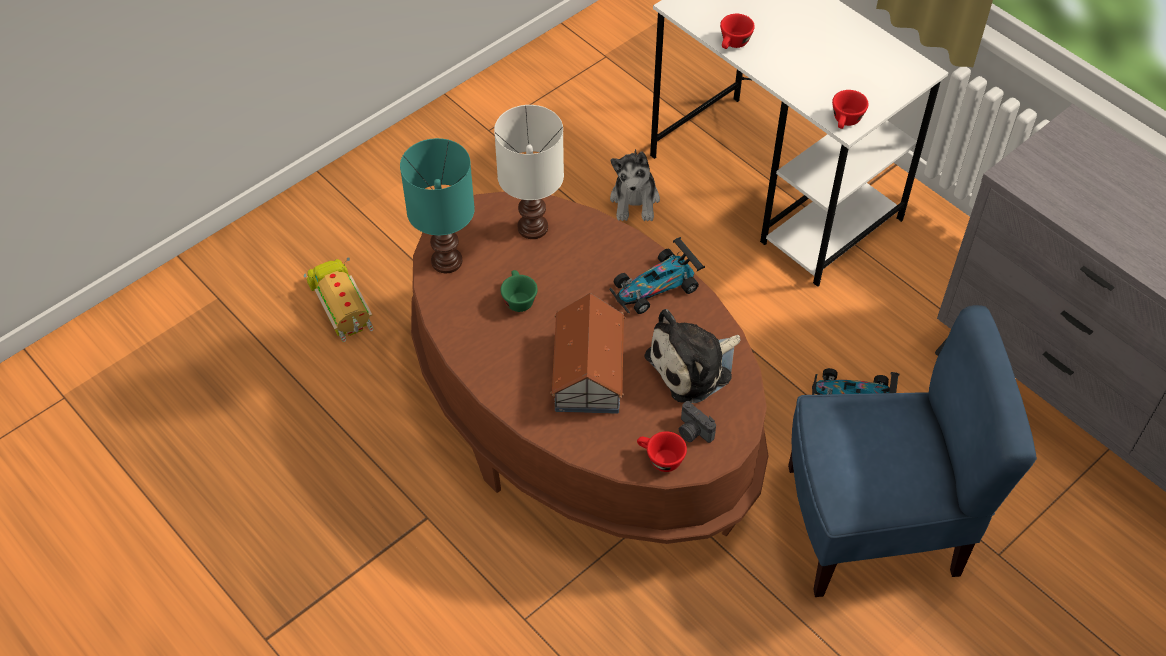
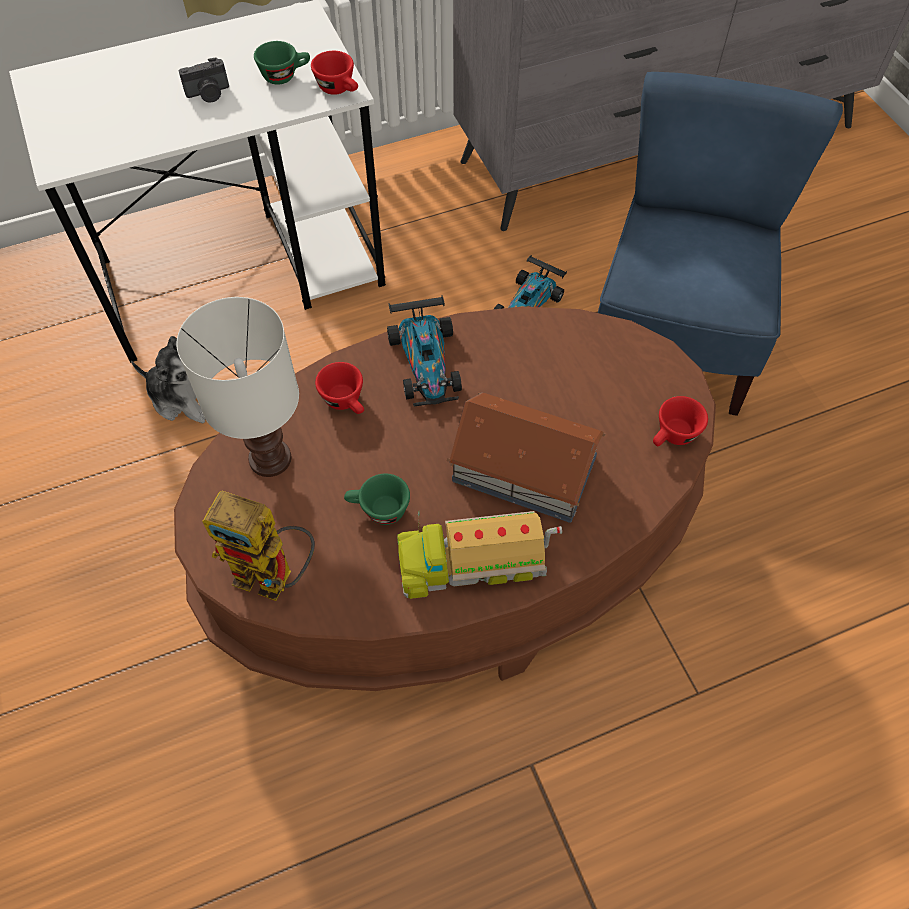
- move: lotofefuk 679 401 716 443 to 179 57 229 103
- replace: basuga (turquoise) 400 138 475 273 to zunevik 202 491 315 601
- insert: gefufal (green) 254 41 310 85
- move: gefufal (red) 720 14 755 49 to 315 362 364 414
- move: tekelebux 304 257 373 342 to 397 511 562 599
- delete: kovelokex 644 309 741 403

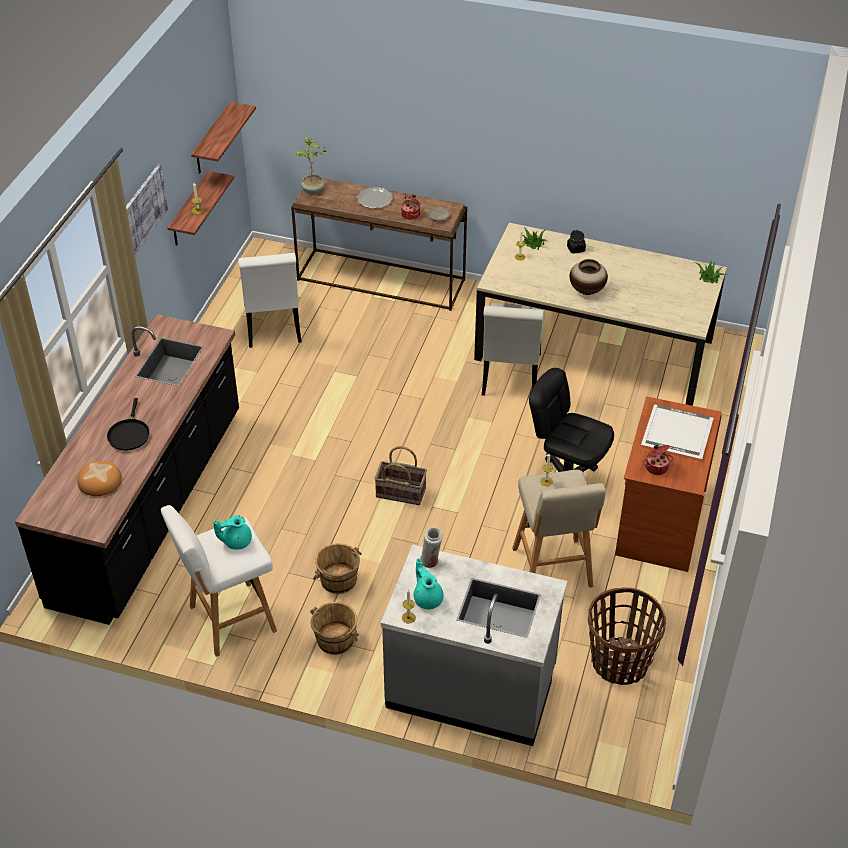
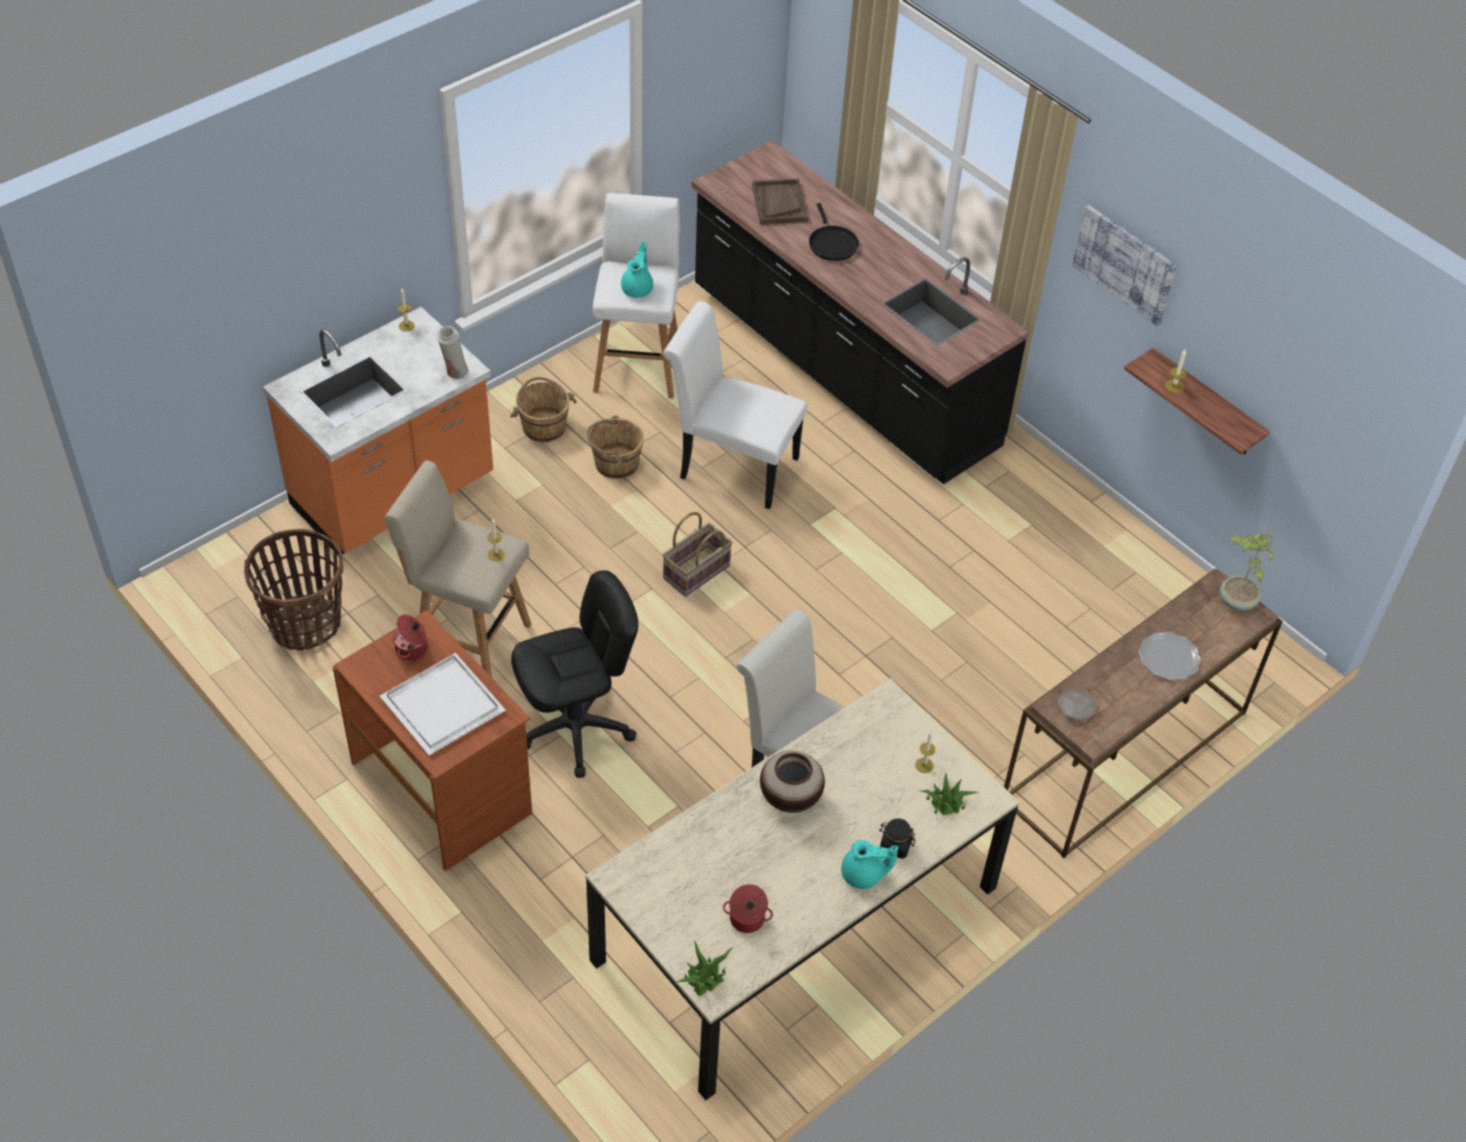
- recolor: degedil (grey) 381 545 567 746 to degedil (orange) 263 307 493 555
- move: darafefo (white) 238 253 302 348 to 663 301 808 509
- move: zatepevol 401 194 421 220 to 723 884 773 933
- replace: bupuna 77 461 122 496 to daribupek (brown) 752 179 808 225
- rotate: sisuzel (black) 107 398 150 451 = 809 203 859 261 135 degrees counterclockwise
- move: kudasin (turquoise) 414 558 444 609 to 841 840 898 889
- delete: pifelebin 191 102 256 174

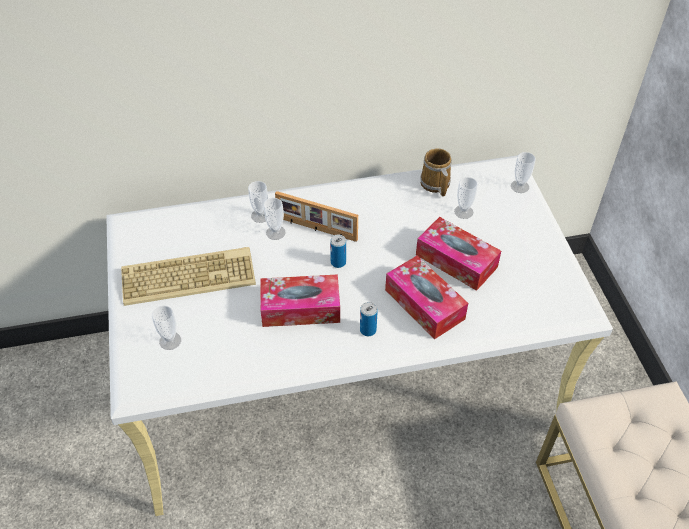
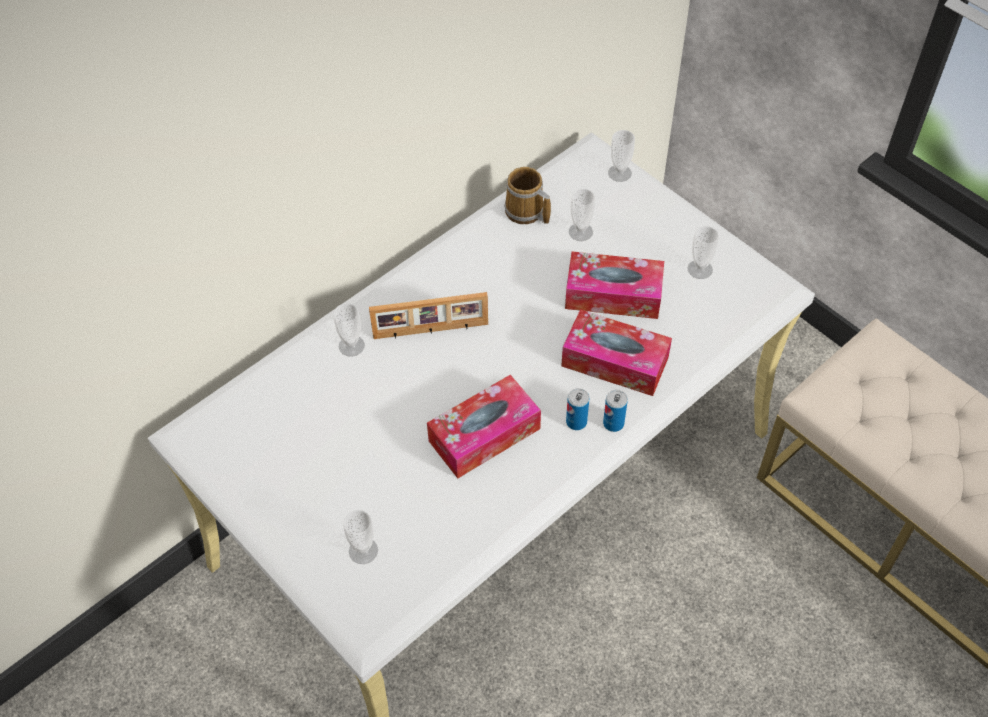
- move: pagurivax 330 234 346 268 to 603 390 628 432
- move: gefufal 264 198 286 240 to 688 226 719 279
- delete: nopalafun 121 247 256 306

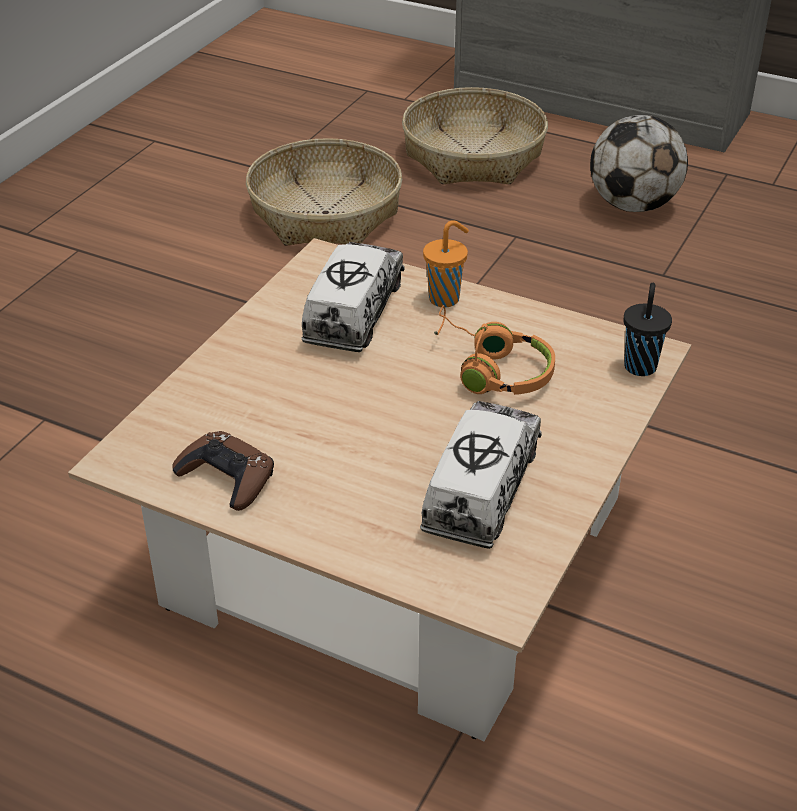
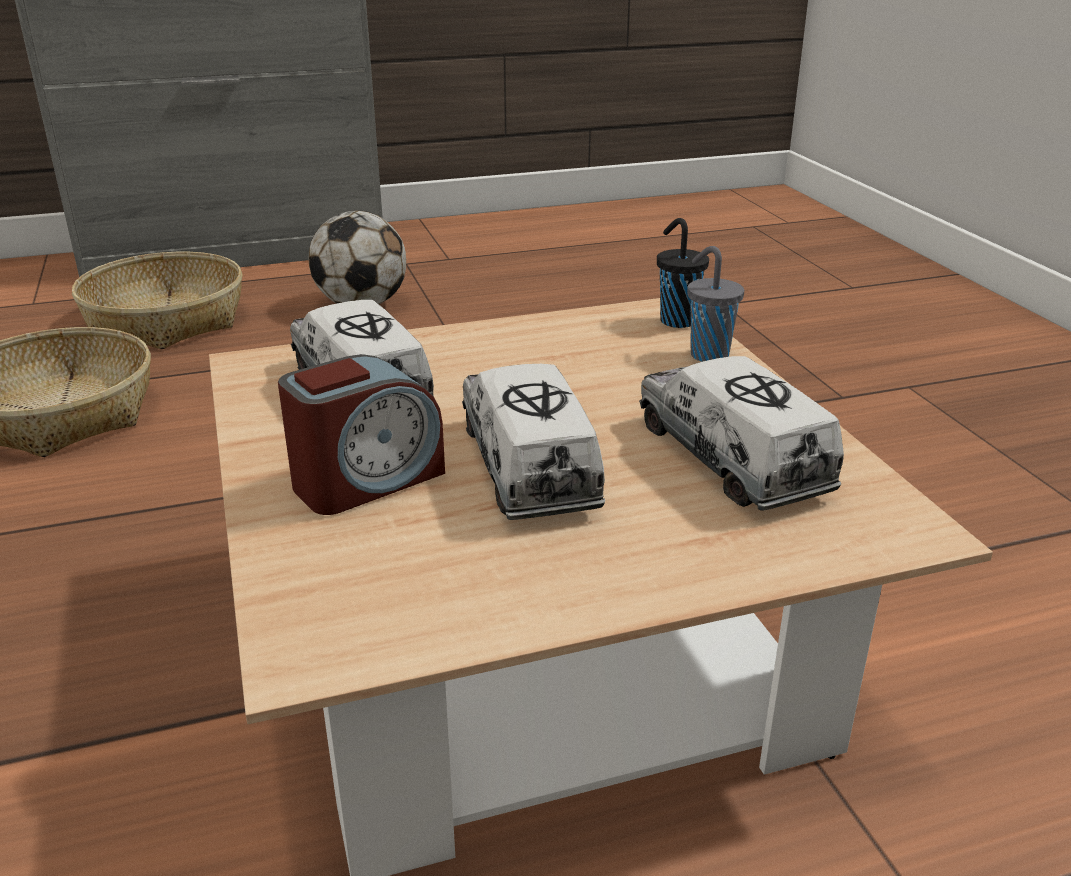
- insert: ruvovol 278 354 445 515
- insert: tekelebux 462 364 605 520
- insert: gefufal (grey) 687 246 744 362
- delete: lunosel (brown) 173 431 274 511
- delete: gefufal (orange) 423 220 469 307
- delete: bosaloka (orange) 434 305 555 395

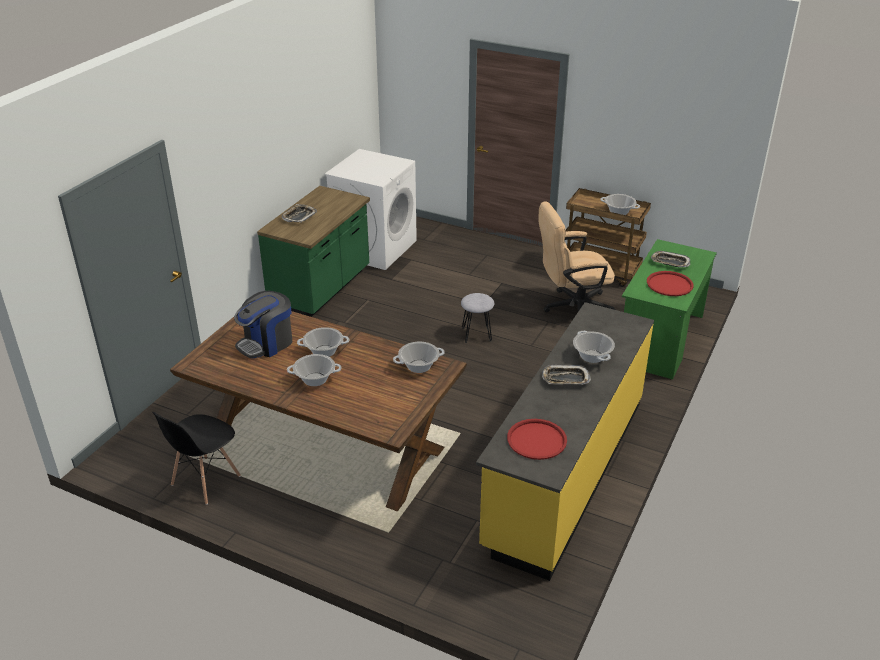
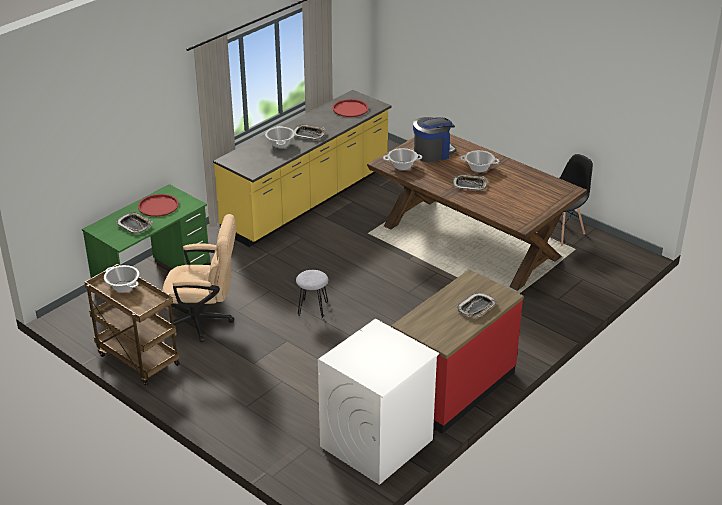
- recolor: degedil (green) 257 186 370 317 to degedil (red) 391 270 524 434
- move: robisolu 234 291 292 358 to 413 117 456 162
- replace: zatepevol 297 327 349 357 to daribupek 452 175 488 191

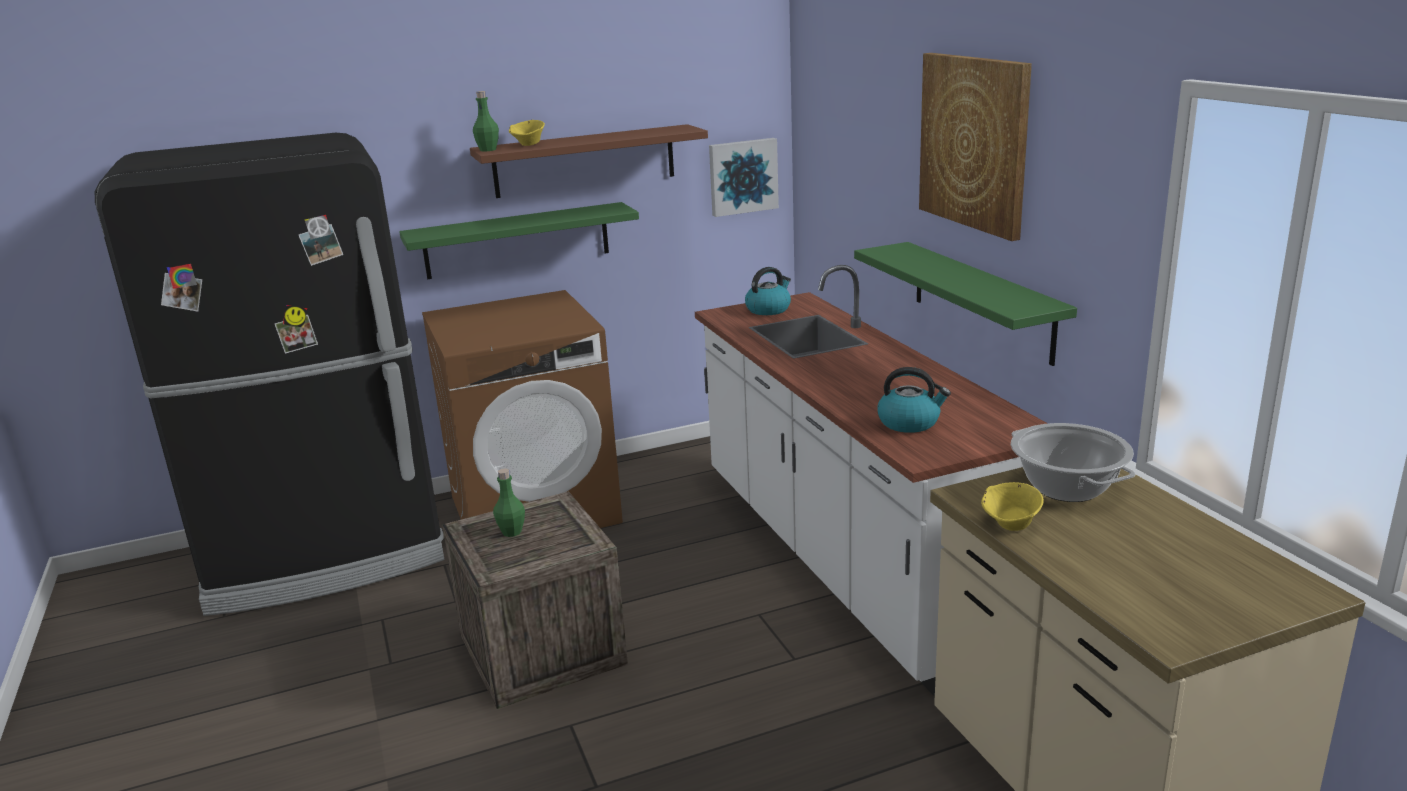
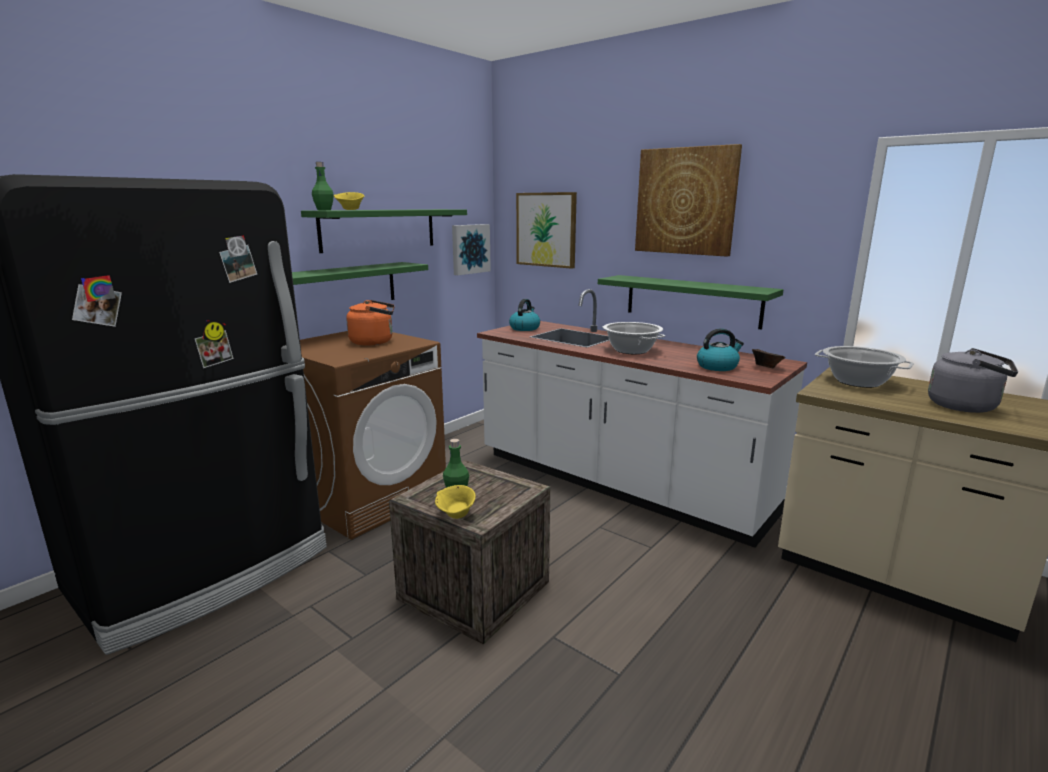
- recolor: pifelebin (brown) 470 124 708 198 to pifelebin (green) 301 209 467 253
- insert: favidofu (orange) 346 300 395 346
- move: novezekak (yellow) 981 482 1044 531 to 435 485 476 519
- insert: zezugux 516 192 577 269
- insert: zatepevol 602 322 665 354
- insert: novezekak (brown) 752 349 786 368
- insert: favidofu (grey) 928 348 1018 413

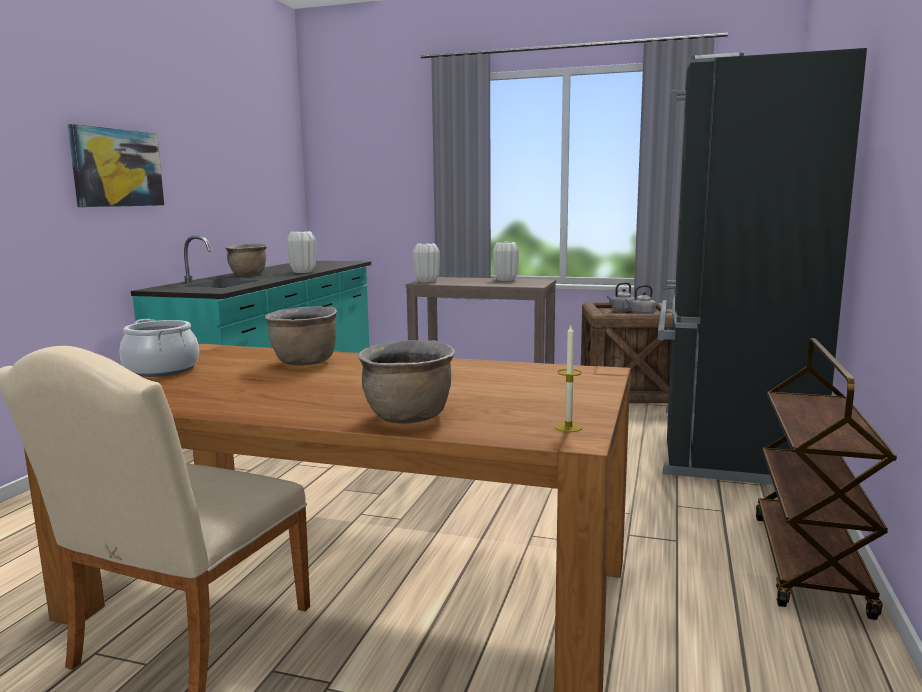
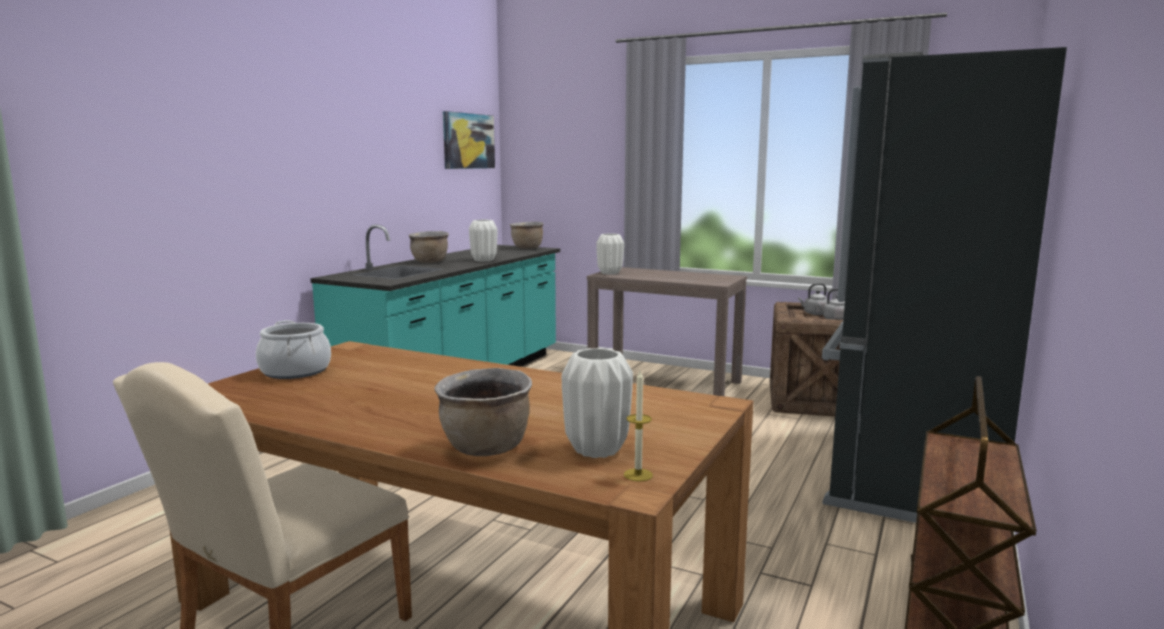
- move: zezugux 67 124 164 207 to 443 111 495 169
- move: zatepevol (brown) 265 306 337 366 to 510 222 544 249
- move: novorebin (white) 493 242 519 281 to 562 348 633 458

